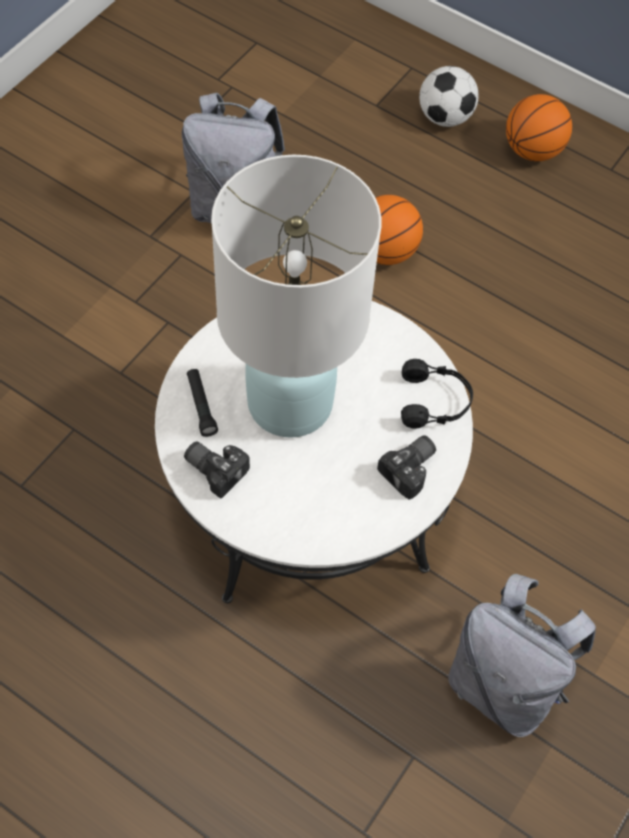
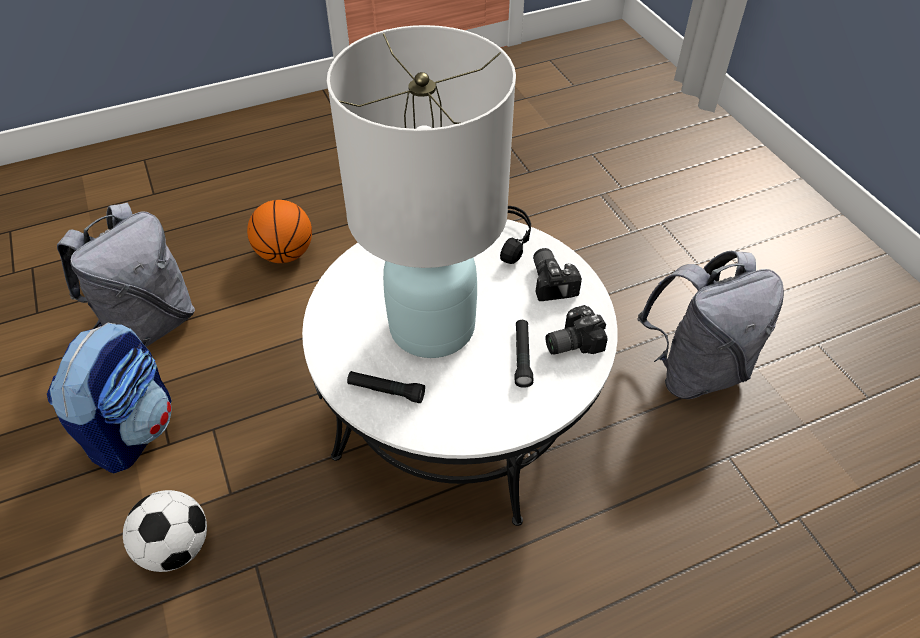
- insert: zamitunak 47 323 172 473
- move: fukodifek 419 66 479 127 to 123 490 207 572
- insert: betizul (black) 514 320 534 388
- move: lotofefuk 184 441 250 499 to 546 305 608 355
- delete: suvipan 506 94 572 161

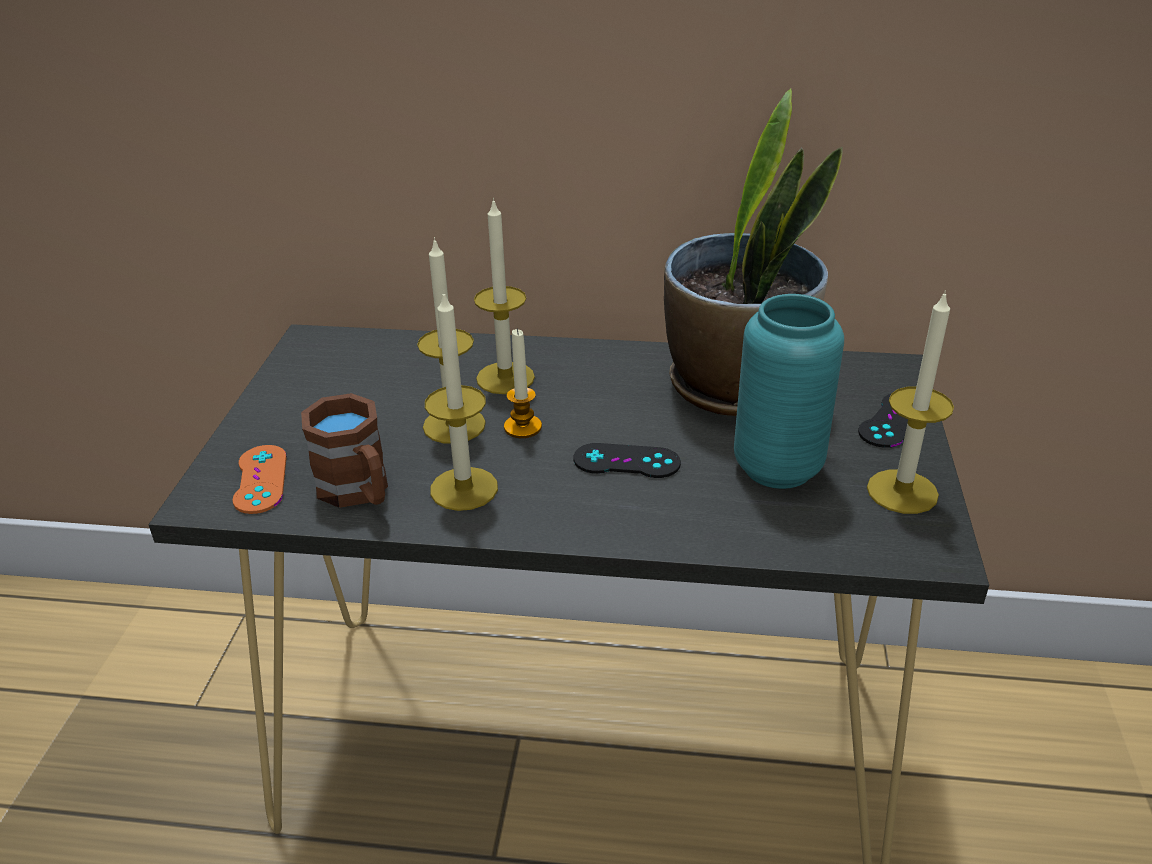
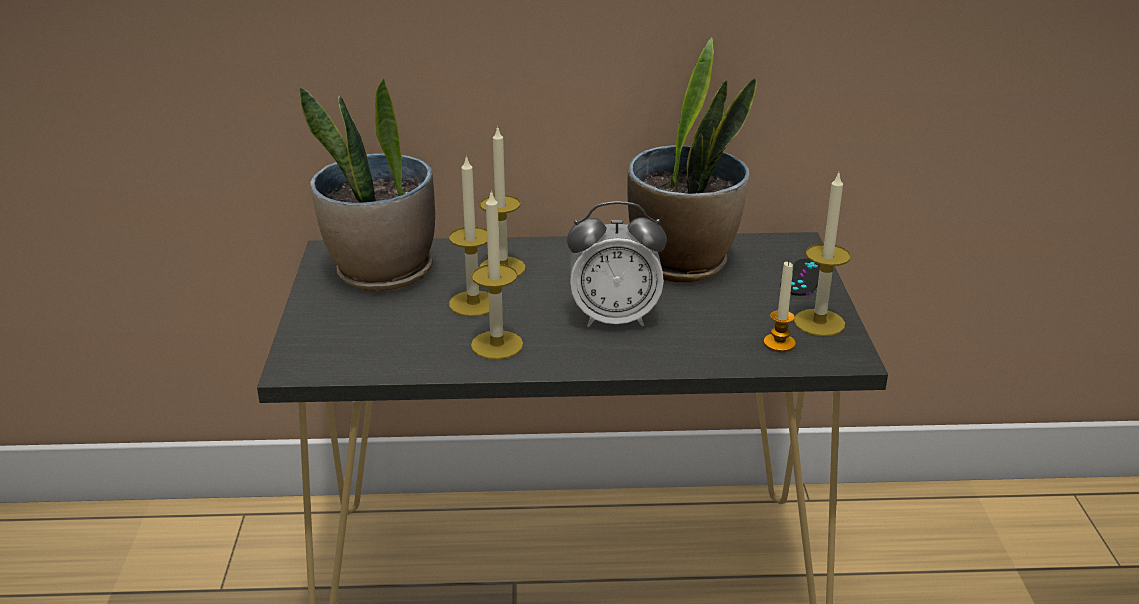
- insert: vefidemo 299 79 435 291
- replace: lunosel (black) 573 443 681 478 to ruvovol 567 201 667 327
- move: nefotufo 504 328 542 438 to 764 261 796 352
- delete: lunosel (orange) 232 445 287 514
- delete: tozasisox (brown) 301 393 388 508
- delete: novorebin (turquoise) 734 294 844 489

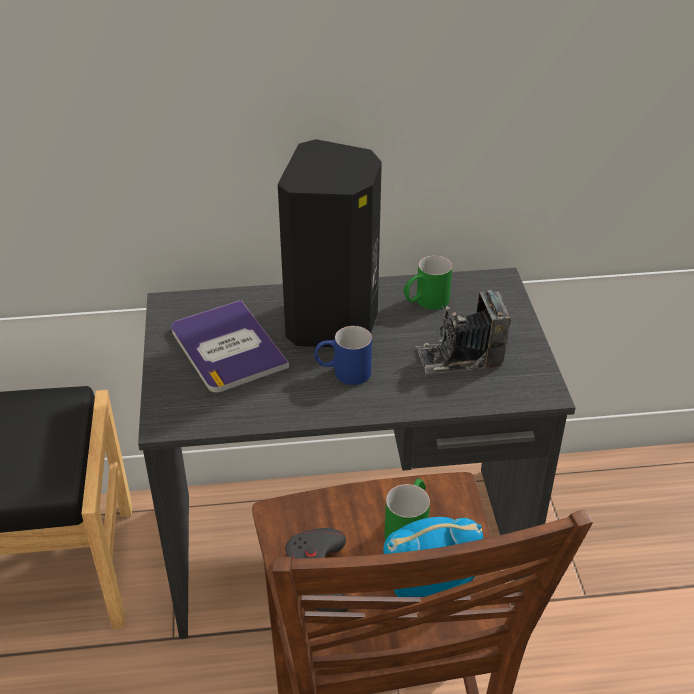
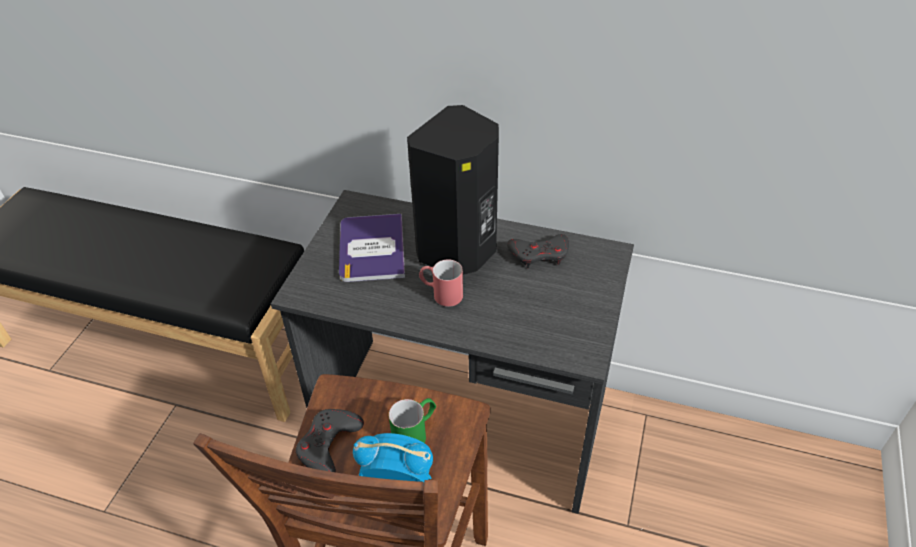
- recolor: tozasisox (blue) 315 326 372 385 to tozasisox (red) 419 259 463 307
- replace: tozasisox (green) 403 255 452 310 to lunosel (grey) 507 234 569 268
- delete: lotofefuk 416 290 511 374

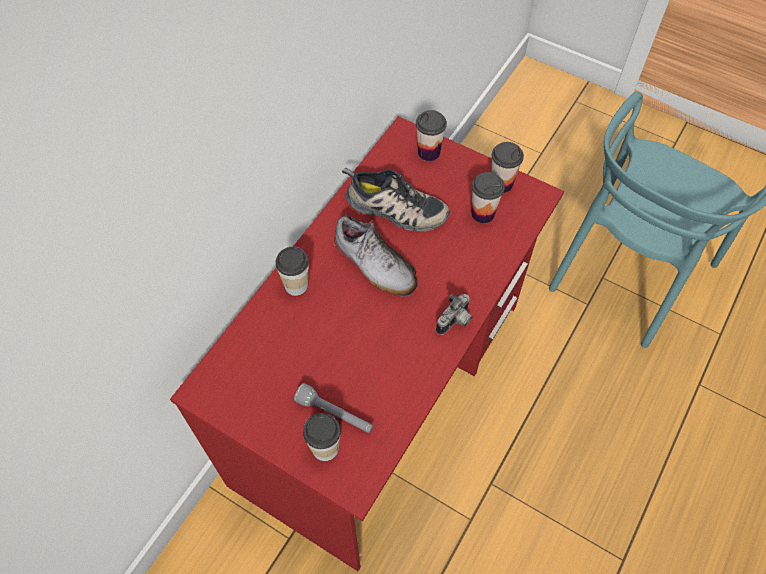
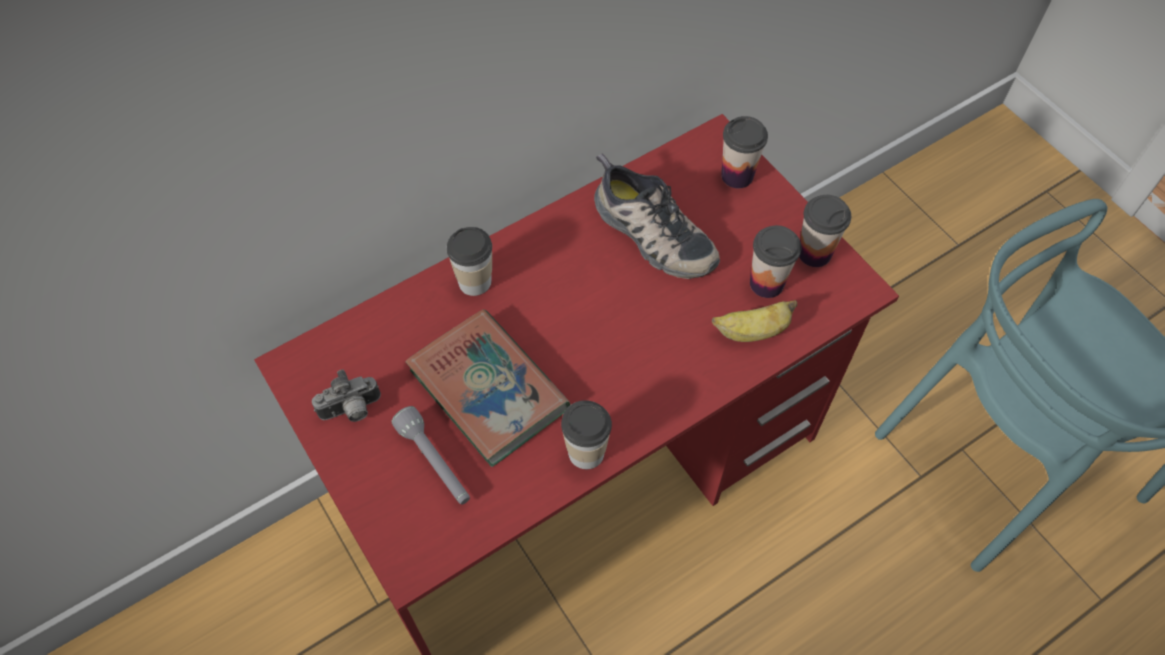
- move: lotofefuk 436 294 472 335 to 312 369 381 422
- insert: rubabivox 405 310 570 467
- move: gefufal 303 413 341 461 to 561 400 612 469
- insert: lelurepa 712 300 797 342
- delete: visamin 334 214 418 297

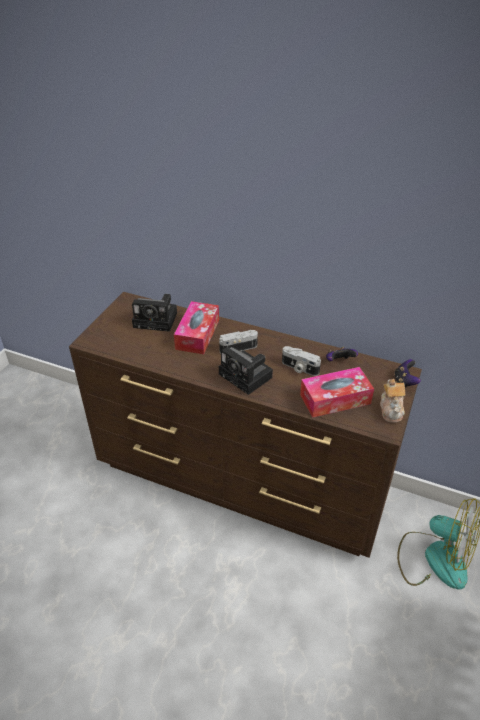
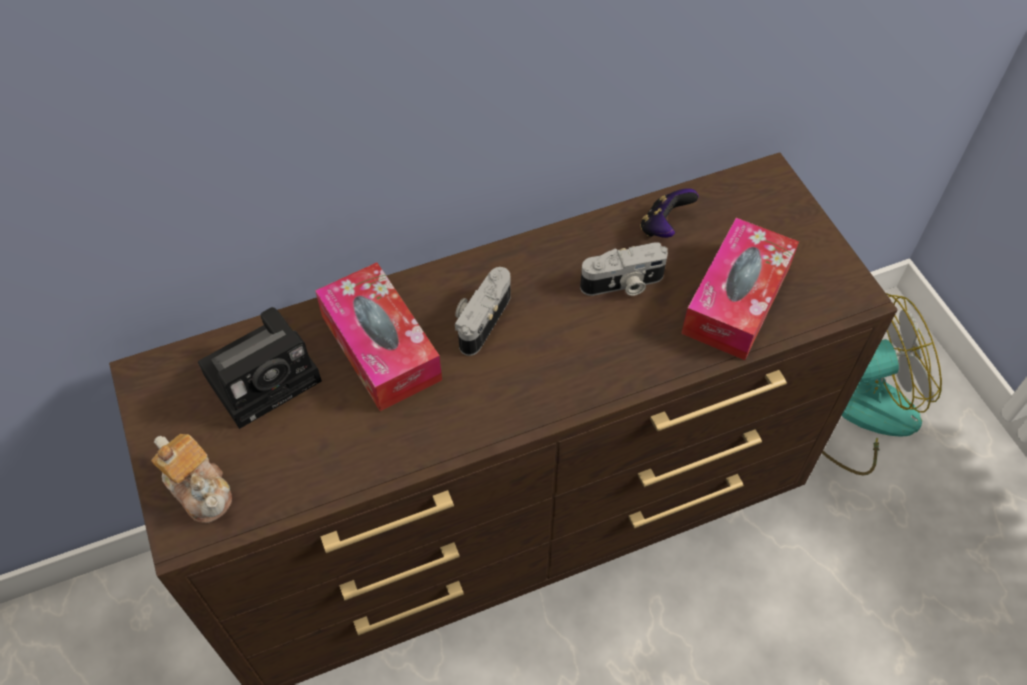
- move: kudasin 380 379 405 423 to 151 434 232 523
- delete: lotofefuk 219 347 273 395
- delete: lunosel 394 359 421 388

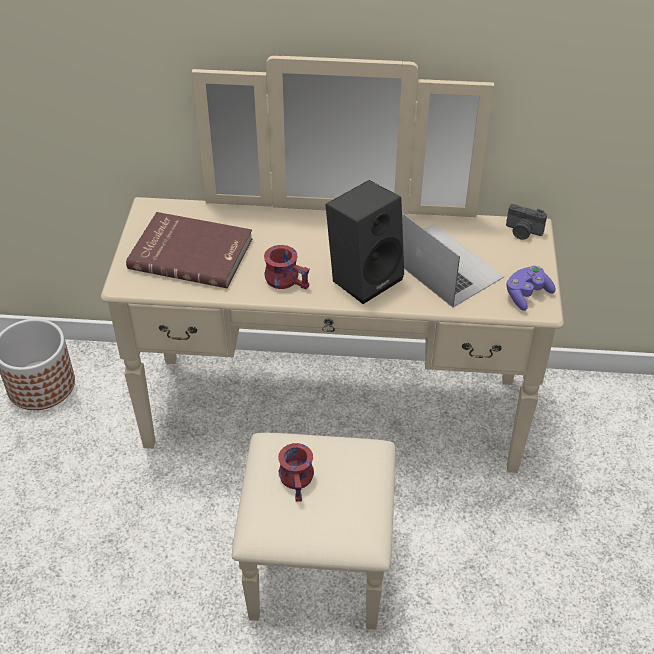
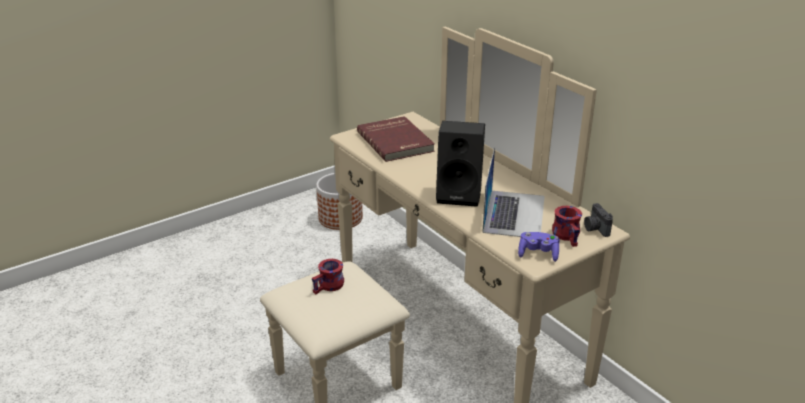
- move: tozasisox (red) 264 245 310 290 to 552 206 582 247

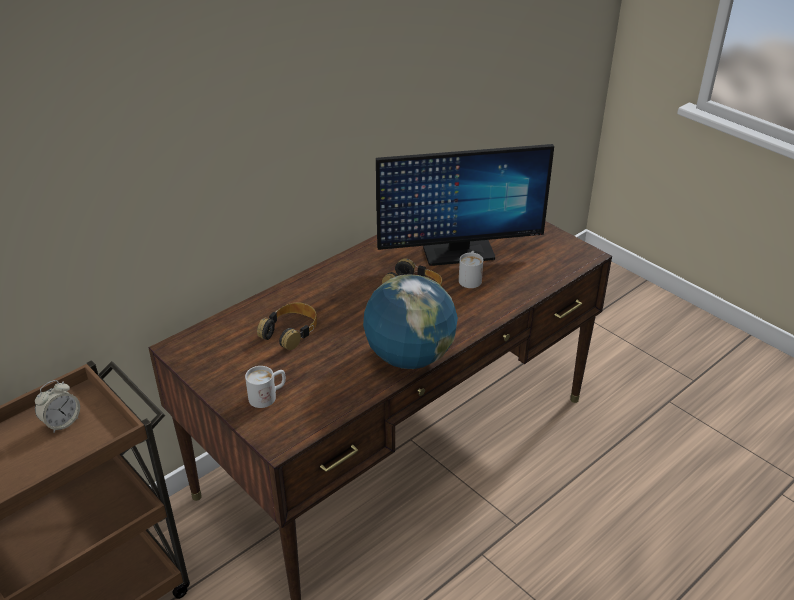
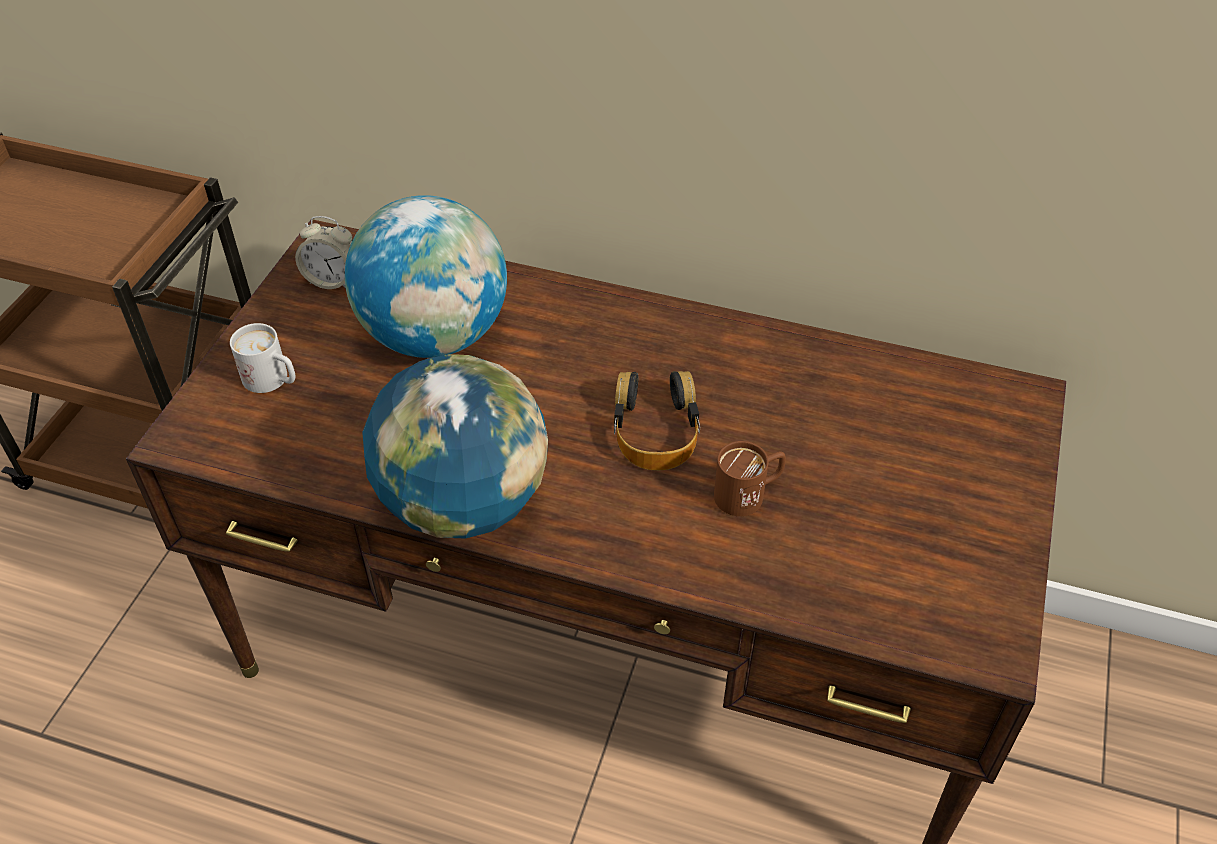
- move: ruvovol 35 380 80 433 to 295 216 352 289
- replace: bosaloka 257 302 317 350 to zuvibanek 345 195 507 358
- recolor: tozasisox (white) 459 251 483 288 to tozasisox (brown) 714 441 786 516
- delete: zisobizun 376 144 554 266

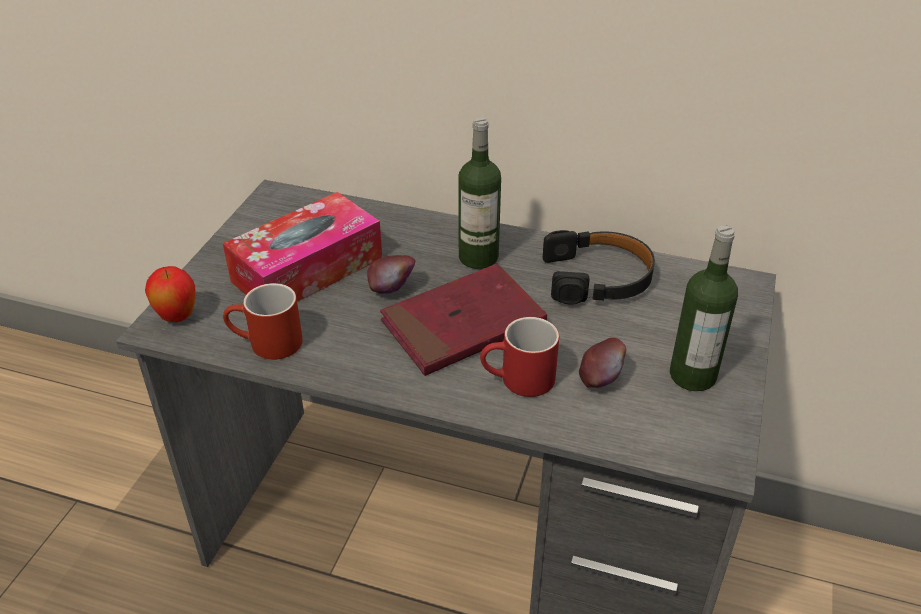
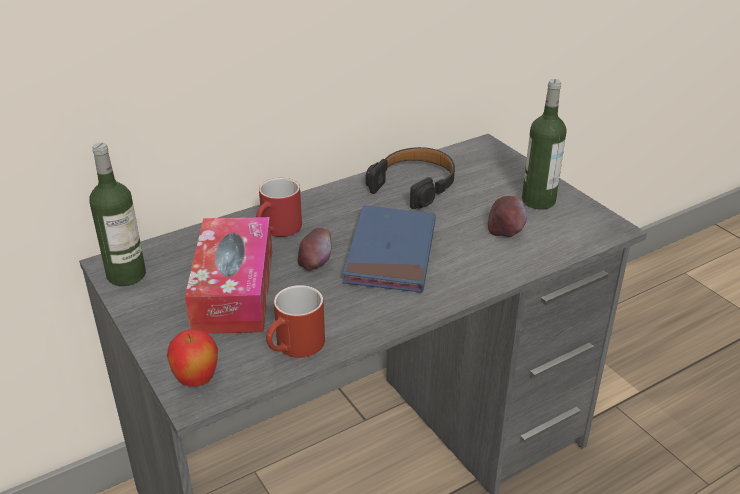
- move: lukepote 459 117 501 269 to 89 142 146 286
- move: tozasisox (red) 480 317 559 397 to 256 178 302 237
- recolor: rubabivox (red) 380 264 547 376 to rubabivox (blue) 342 205 436 293

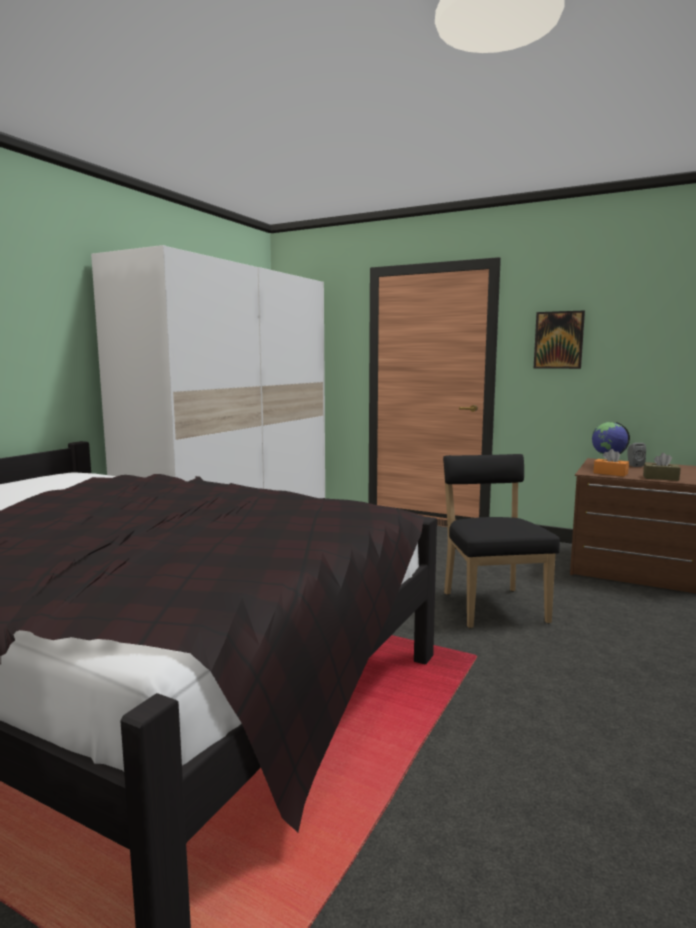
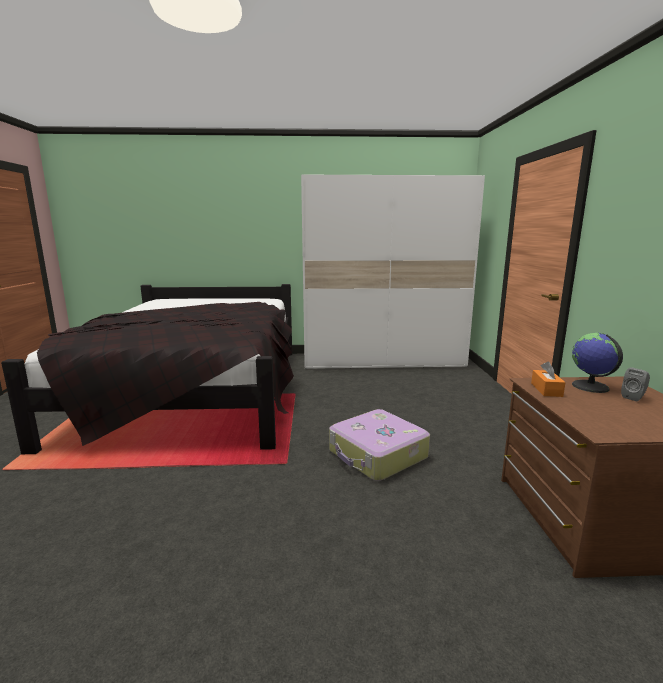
- replace: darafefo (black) 443 454 560 628 to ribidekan 329 409 430 481
- delete: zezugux 534 310 585 369
- delete: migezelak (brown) 643 453 681 481

